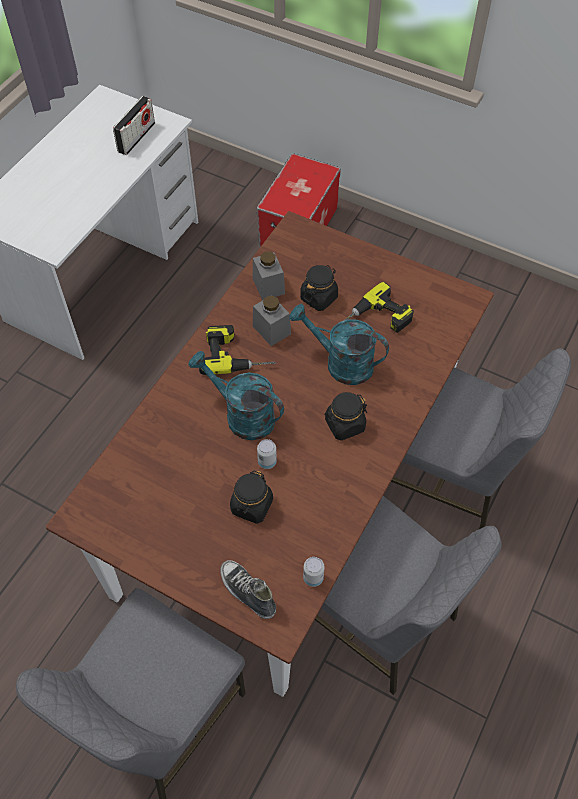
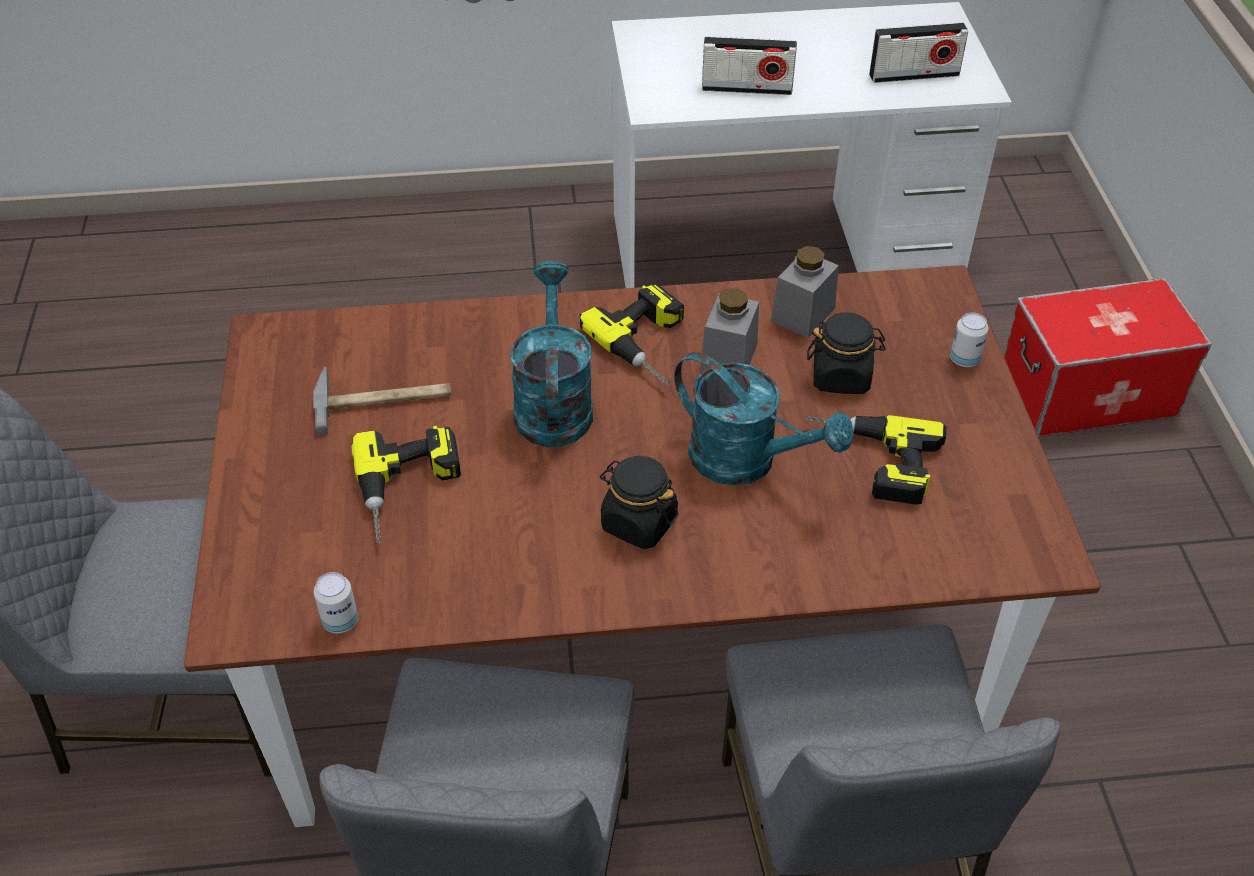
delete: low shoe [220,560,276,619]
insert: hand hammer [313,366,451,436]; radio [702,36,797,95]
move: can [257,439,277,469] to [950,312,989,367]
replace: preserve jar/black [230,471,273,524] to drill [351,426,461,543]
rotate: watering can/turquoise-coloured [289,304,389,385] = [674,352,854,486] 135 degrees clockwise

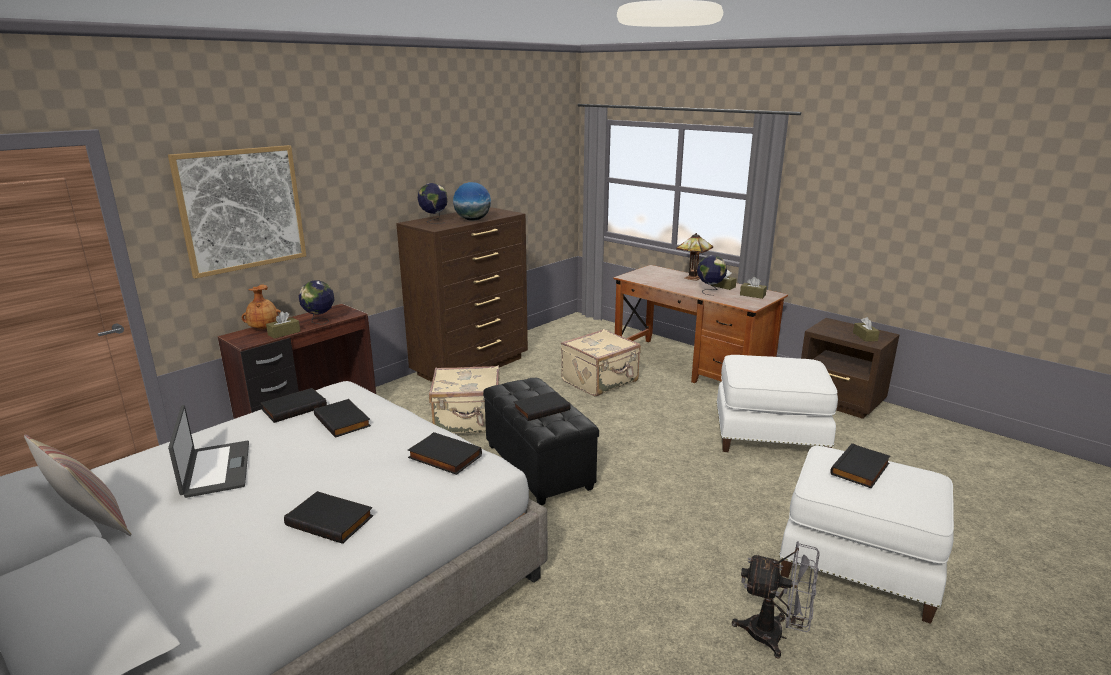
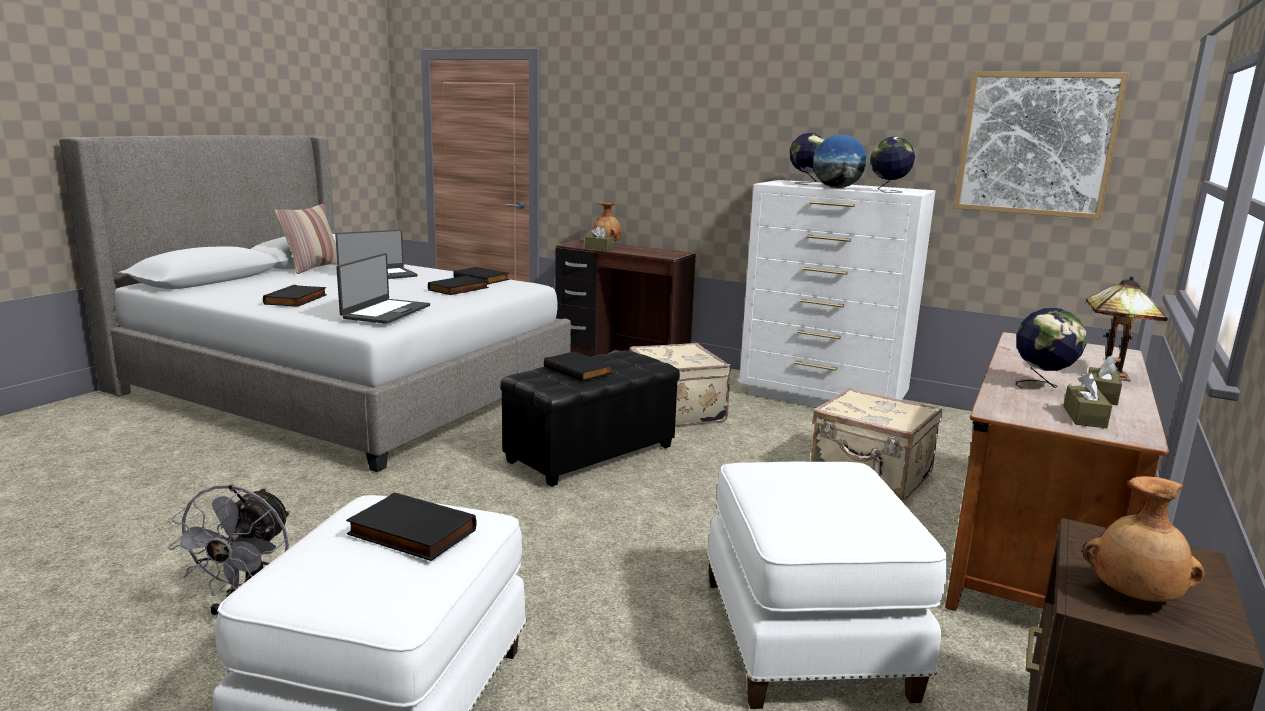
move: picture [168,145,306,279] to [954,71,1129,220]; globe [298,280,334,325] to [870,137,915,193]
replace: bound book/black [408,432,482,475] to laptop [336,253,430,324]; tissue box/brown [853,317,880,342] to vase/brown [1083,476,1204,602]
recolor: chest of drawers/brown [396,207,528,382] to chest of drawers/white [739,180,935,407]

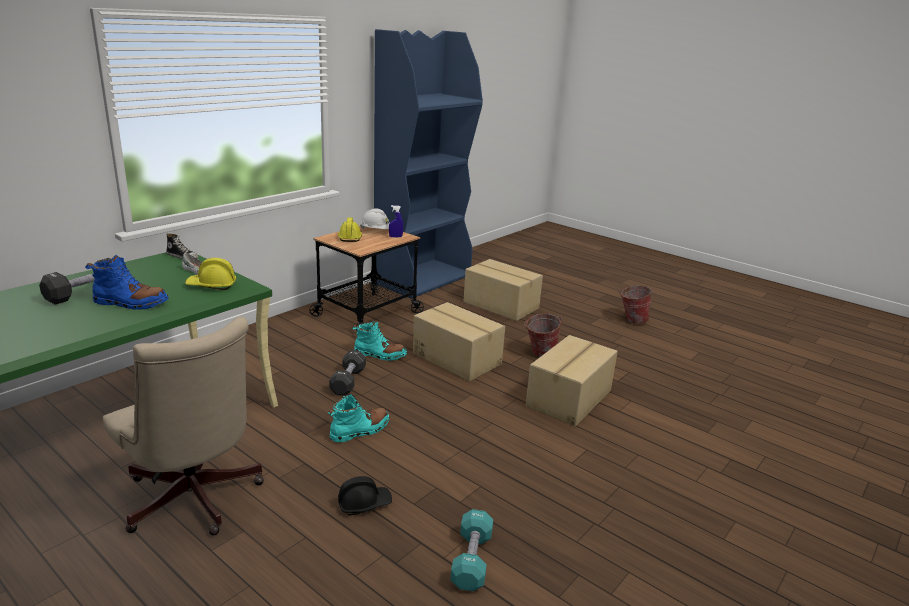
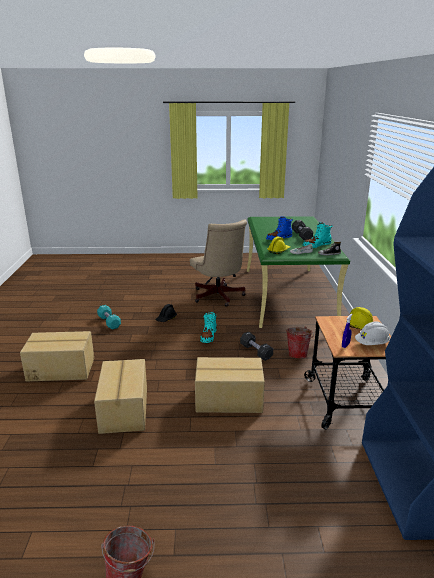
move: boot/turquoise-coloured [353,320,407,361] to [303,222,333,248]; cardboard box [464,259,543,321] to [20,331,94,381]; water bucket [524,313,562,358] to [286,326,314,359]
rotate: office chair/beige-coloured [103,317,264,535] = [190,219,247,307] 120 degrees counterclockwise

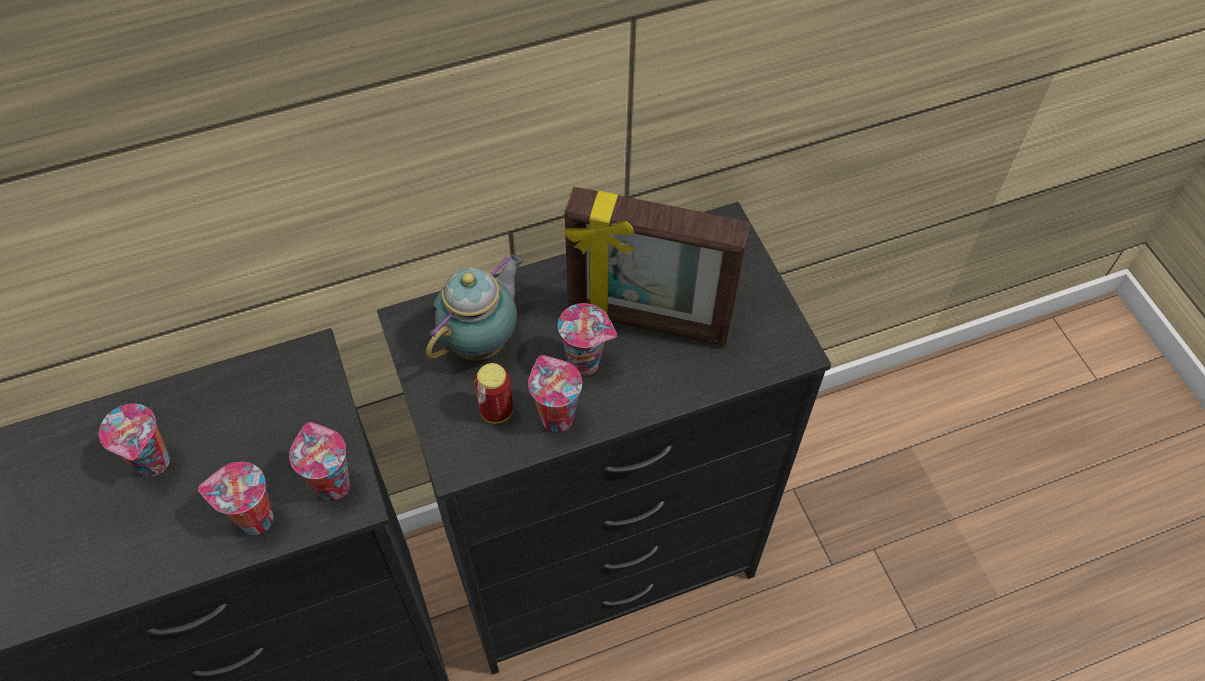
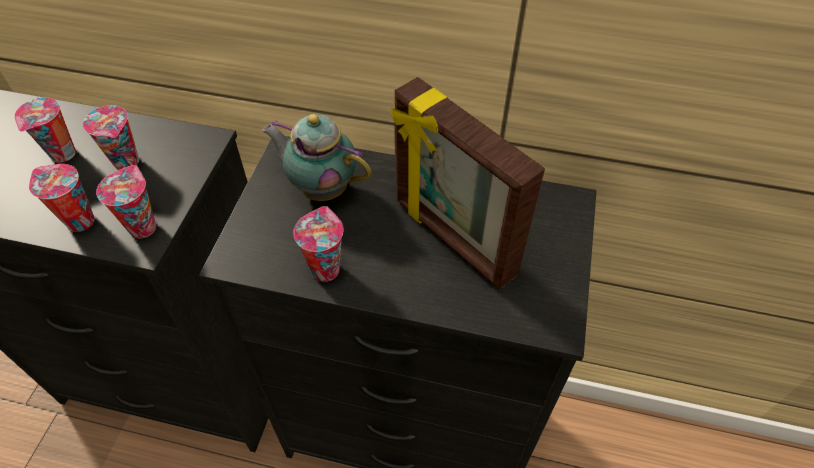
delete: can [474,363,513,424]
move: drinking cup [558,303,617,376] to [83,105,139,170]
rotate: pot for tea [426,254,523,361] = [262,114,372,201] 135 degrees counterclockwise

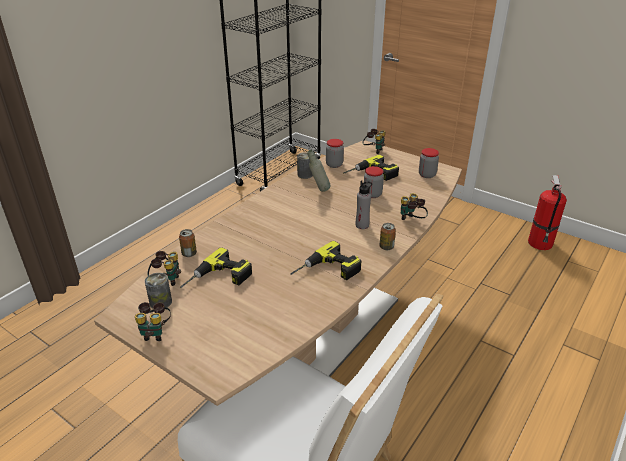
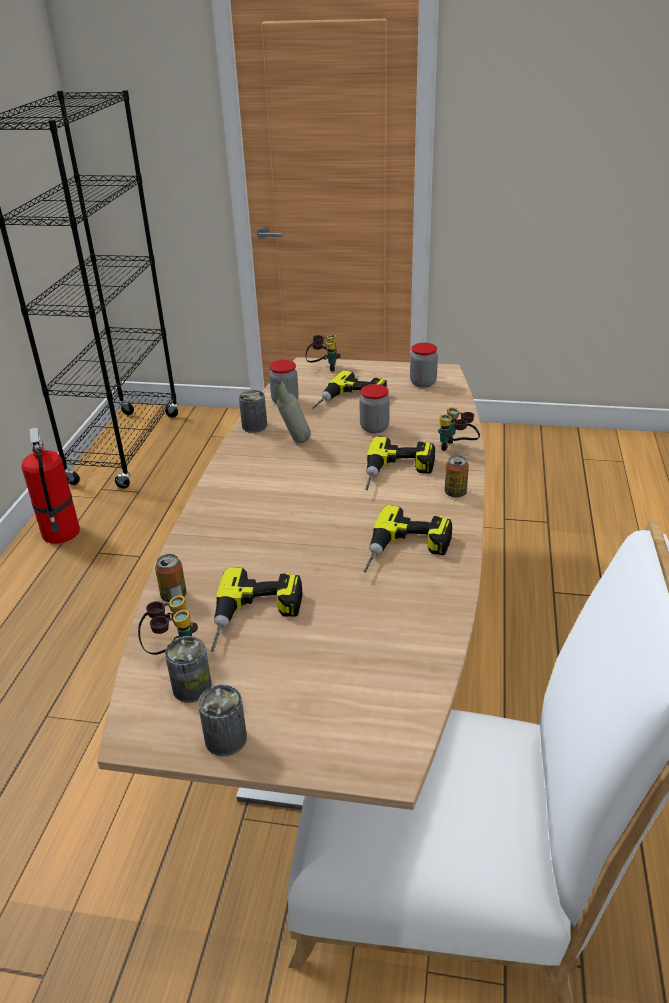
move: extinguisher [528,175,567,250] to [21,427,80,544]
replace: pair of binoculars [135,302,171,341] to can [198,685,247,756]; beverage bottle/greyish [356,180,372,229] to drill [366,436,435,490]

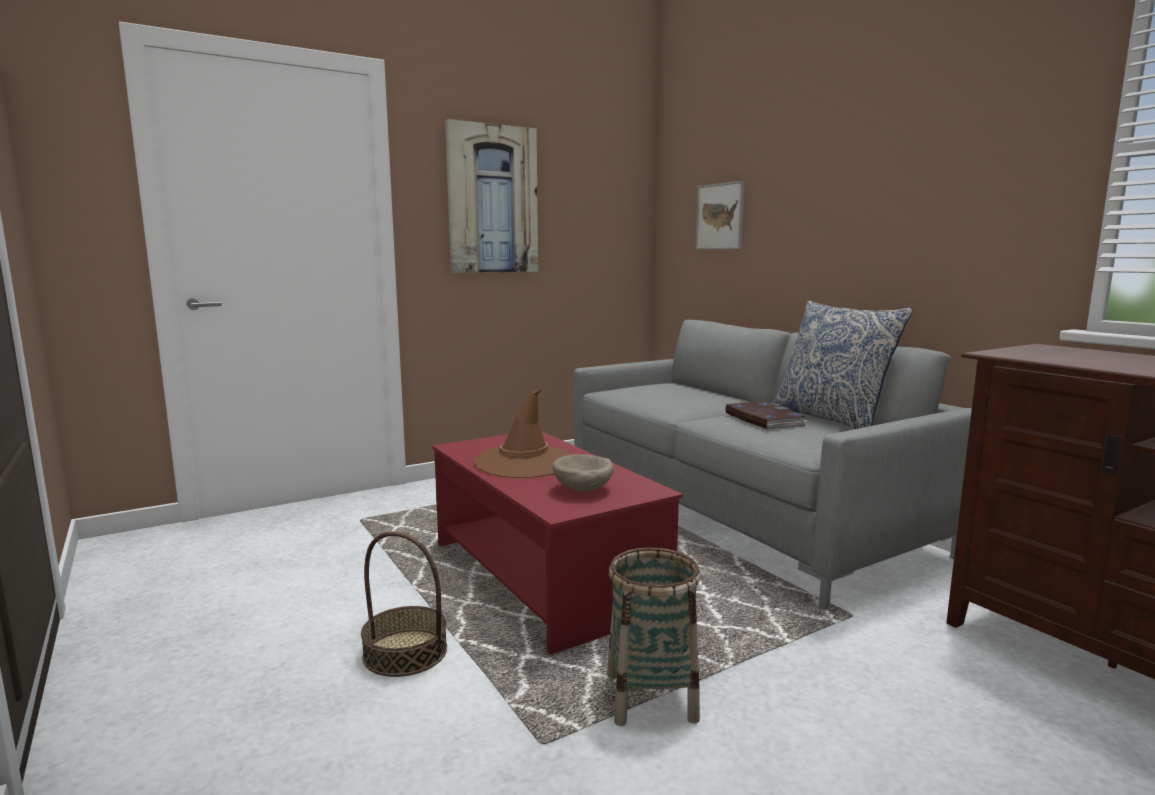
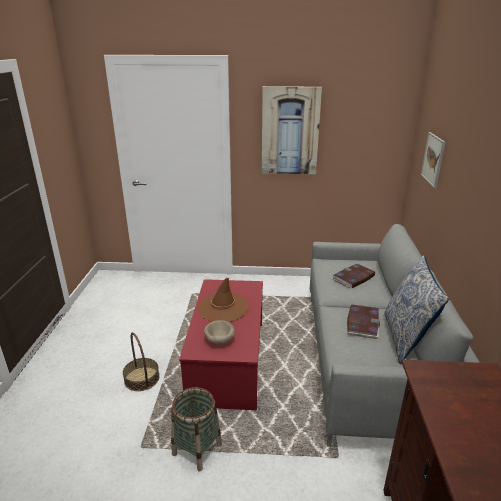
insert: bound book [333,264,375,288]

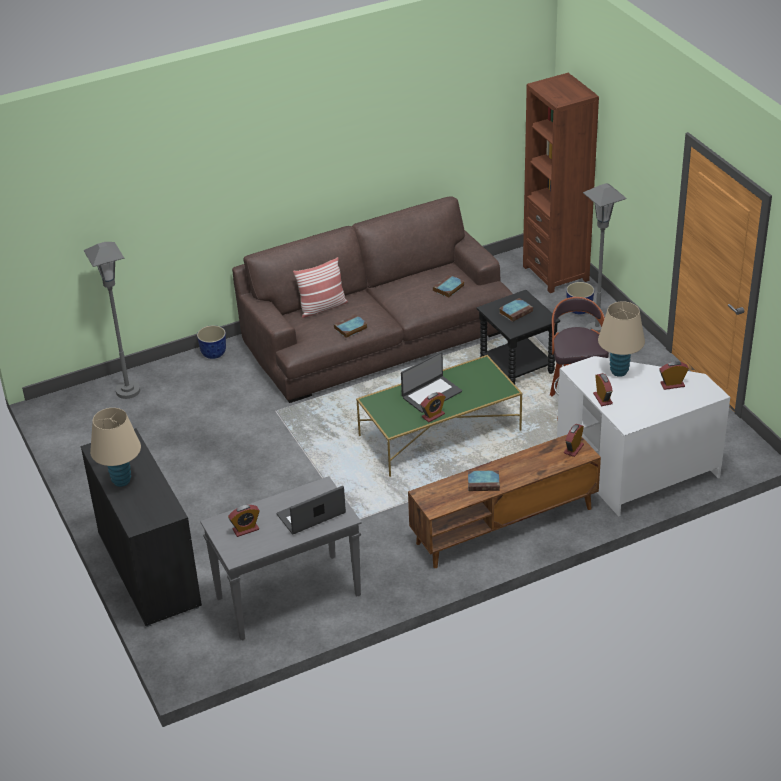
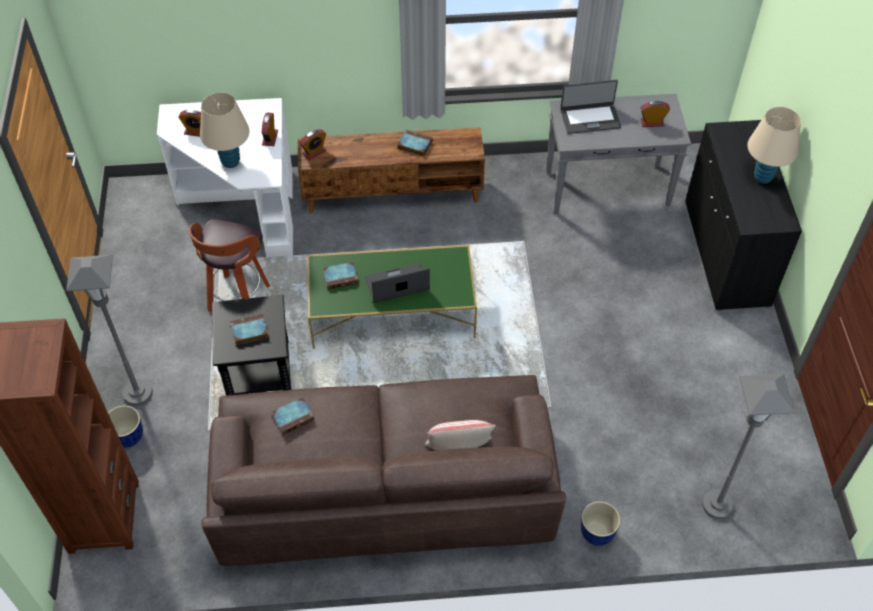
delete: bedside clock [421,392,445,422]
move: bound book [334,314,367,338] to [323,262,359,290]

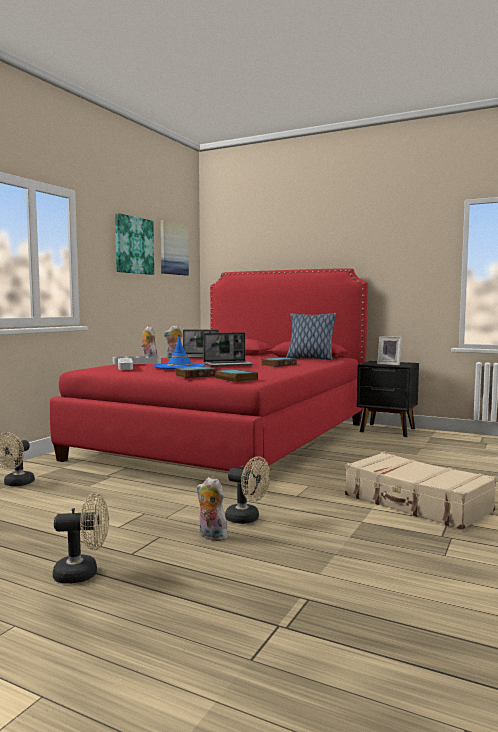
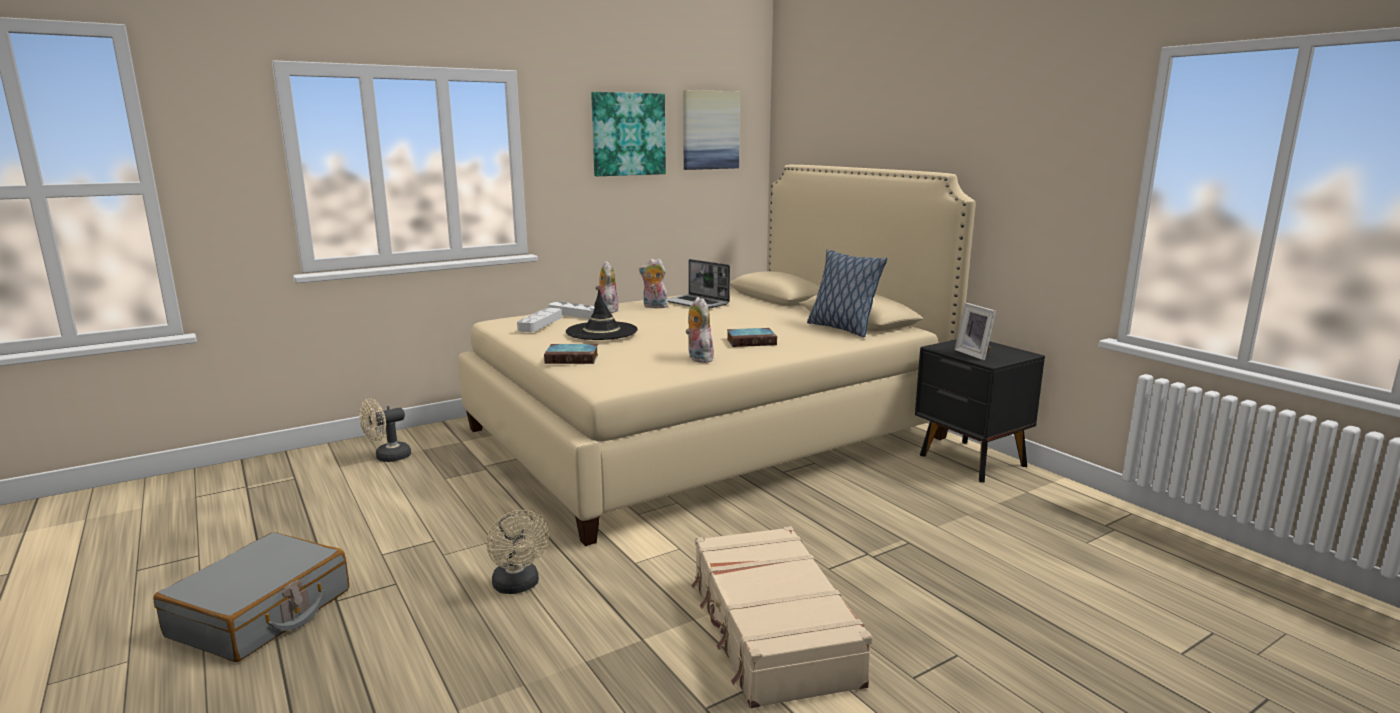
delete: laptop [203,332,254,367]; bound book [215,369,258,382]
move: plush toy [196,477,229,541] to [685,297,714,363]
replace: fan/beige-coloured [53,492,109,584] to suitcase/greyish [153,532,349,662]
recolor: sleeping bed/reddish [50,268,368,495] to sleeping bed/beige-coloured [458,165,976,546]; clothing hat/blue [154,337,205,369] to clothing hat/black [566,290,638,340]

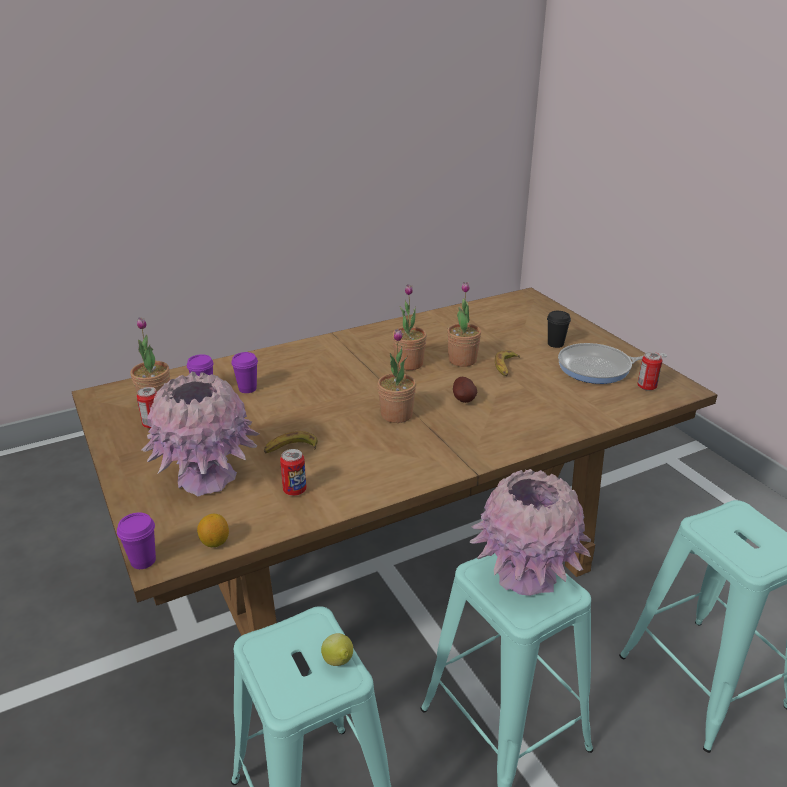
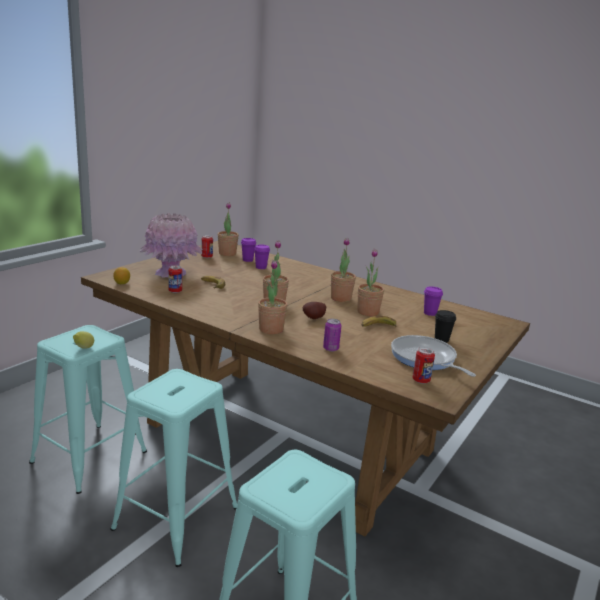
delete: vase/pink [469,469,591,596]
insert: potted plant [258,260,288,334]; can [323,319,341,352]
move: drinking cup/purple-coloured [117,512,156,569] to [424,286,443,316]

